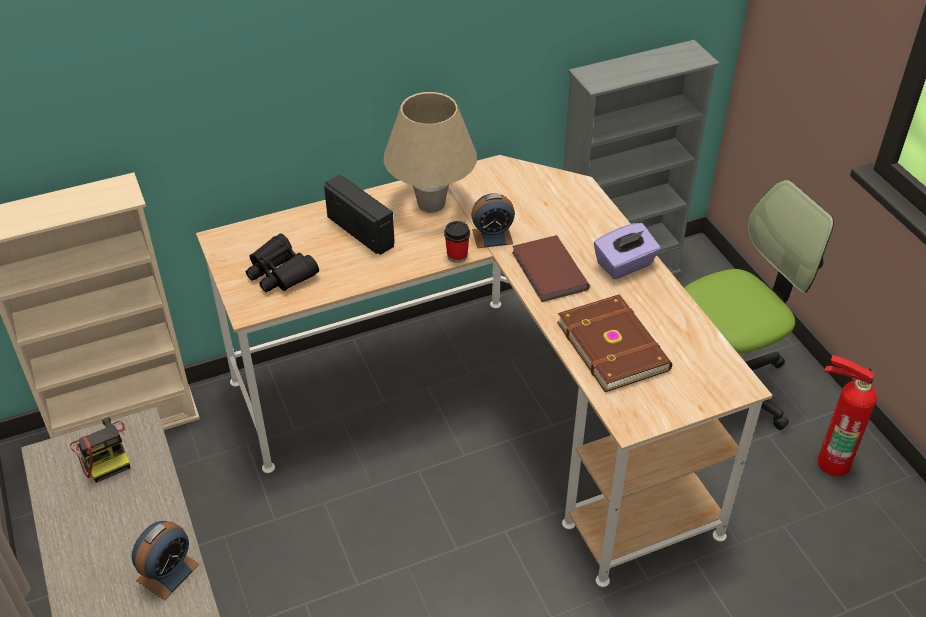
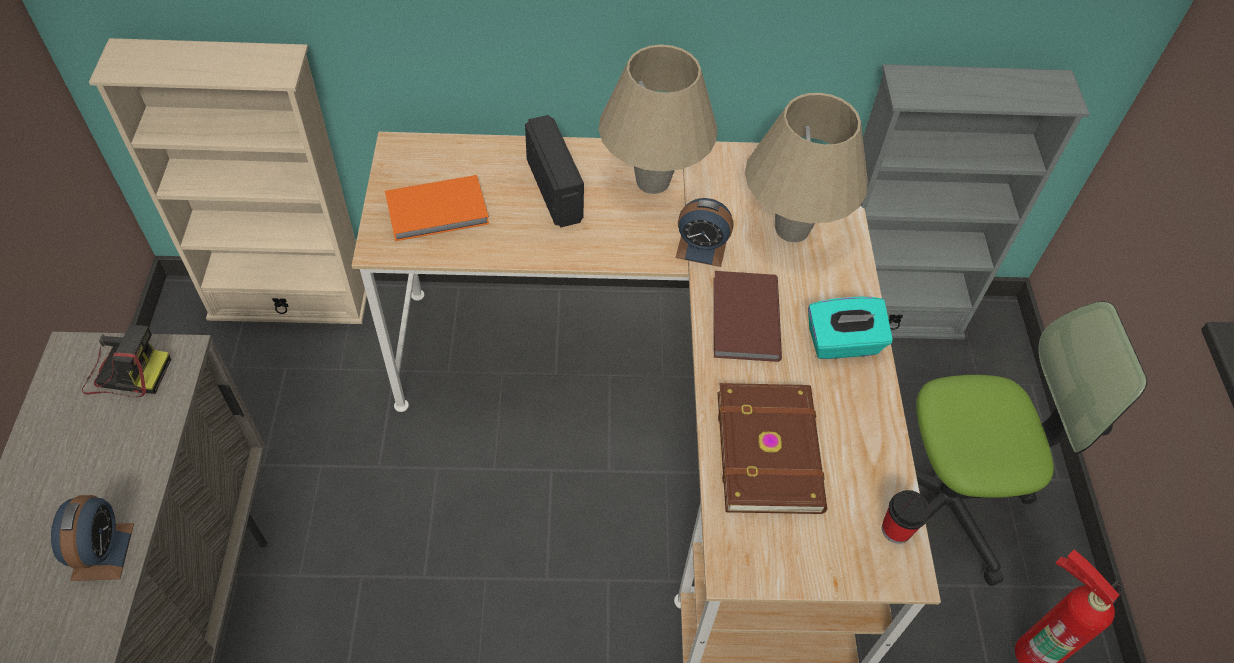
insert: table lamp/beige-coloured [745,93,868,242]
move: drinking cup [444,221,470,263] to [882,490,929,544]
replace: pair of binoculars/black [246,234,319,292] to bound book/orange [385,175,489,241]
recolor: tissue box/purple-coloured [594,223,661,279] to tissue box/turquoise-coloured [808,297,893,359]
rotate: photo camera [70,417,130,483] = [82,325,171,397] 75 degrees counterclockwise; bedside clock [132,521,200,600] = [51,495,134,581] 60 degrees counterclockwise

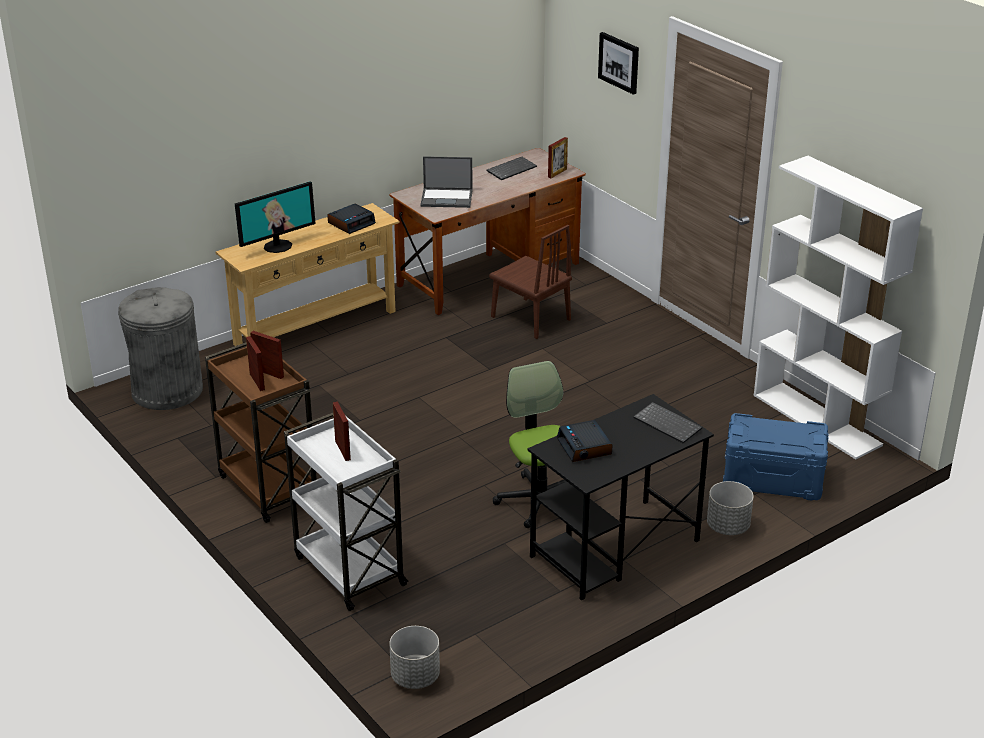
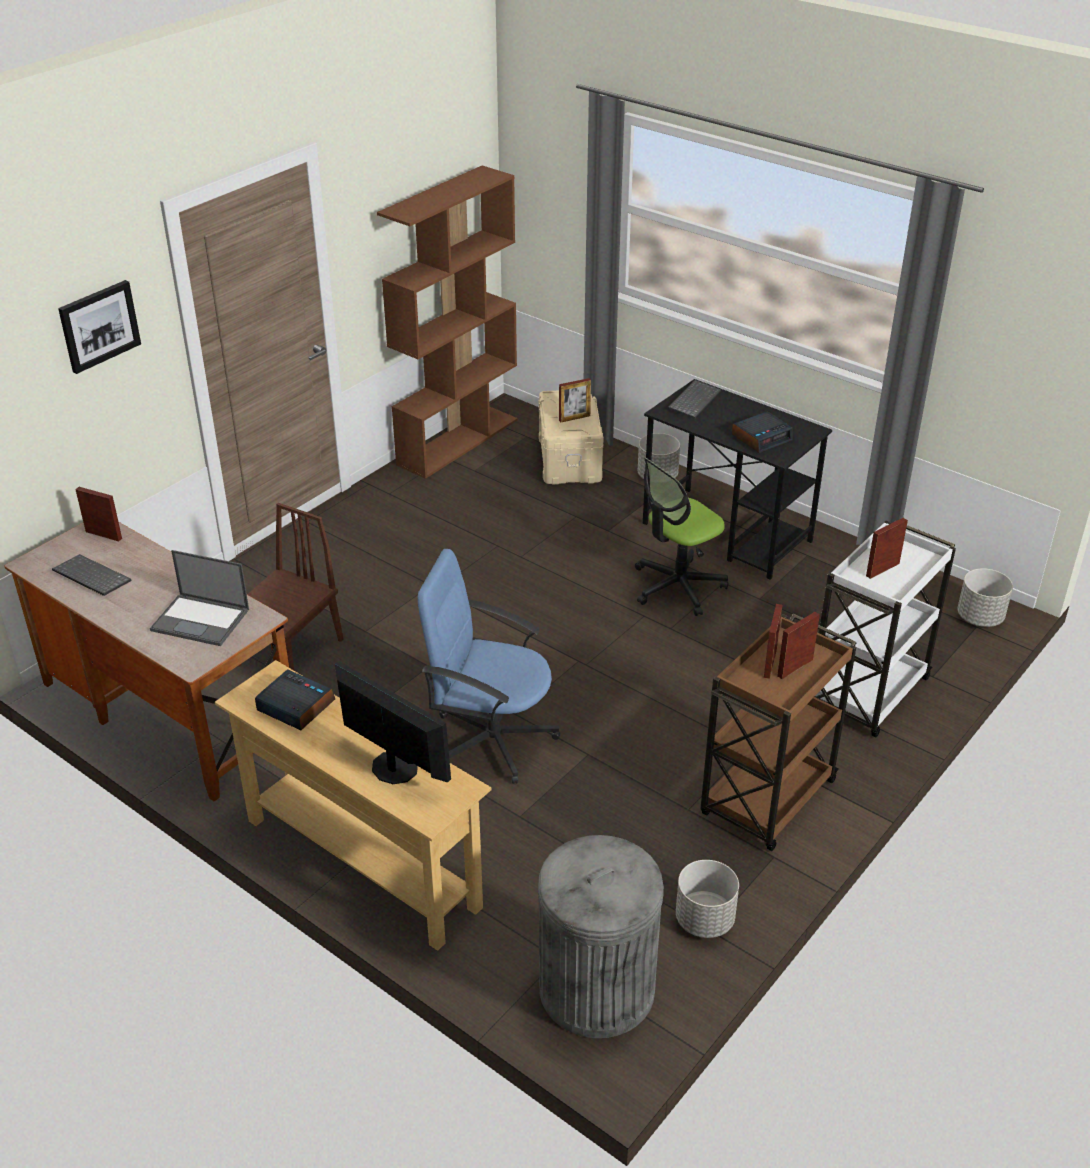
insert: office chair/blue [418,549,560,784]; photo frame [559,378,591,422]; plant pot/greyish [676,860,739,938]
recolor: storage box/blue [723,413,828,501] to storage box/beige-coloured [539,391,604,485]; shelving unit/white [753,156,923,459] to shelving unit/brown [377,166,518,479]
rotate: laptop [421,156,473,208] = [150,550,249,646] 120 degrees clockwise

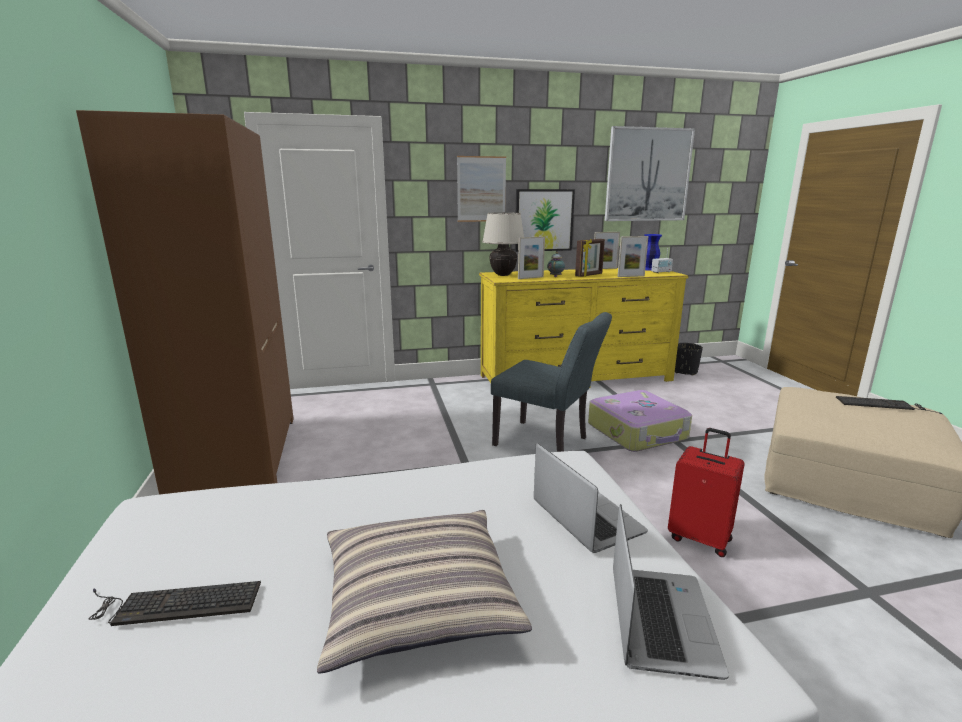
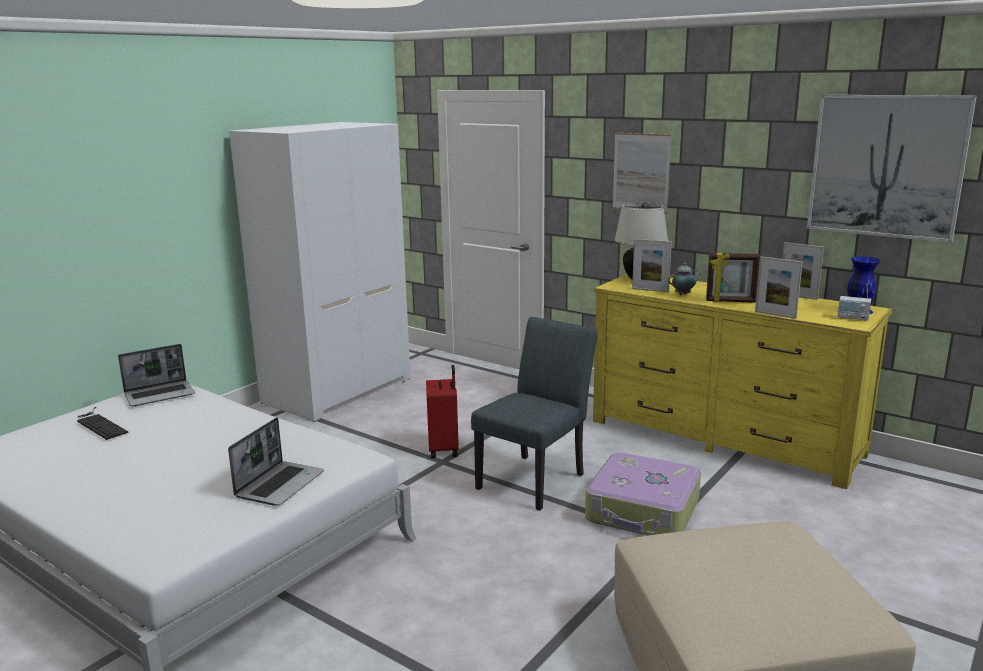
delete: pillow [317,510,532,674]; picture [515,189,575,252]; plant pot/black [675,343,703,376]; keyboard [836,396,943,414]
move: laptop [613,504,729,680] to [118,344,195,406]; suitcase/reddish [668,428,745,557] to [426,365,459,459]
recolor: wardrobe/brown [76,110,294,495] to wardrobe/white [229,122,411,422]
rotate: upright chair/greyish [491,312,612,452] = [471,317,597,511] 135 degrees counterclockwise

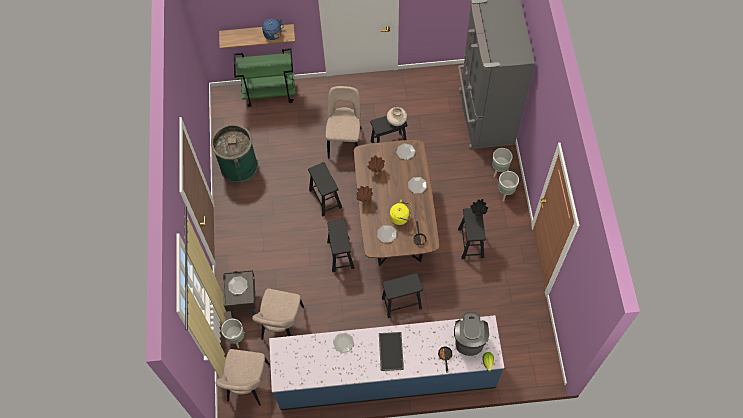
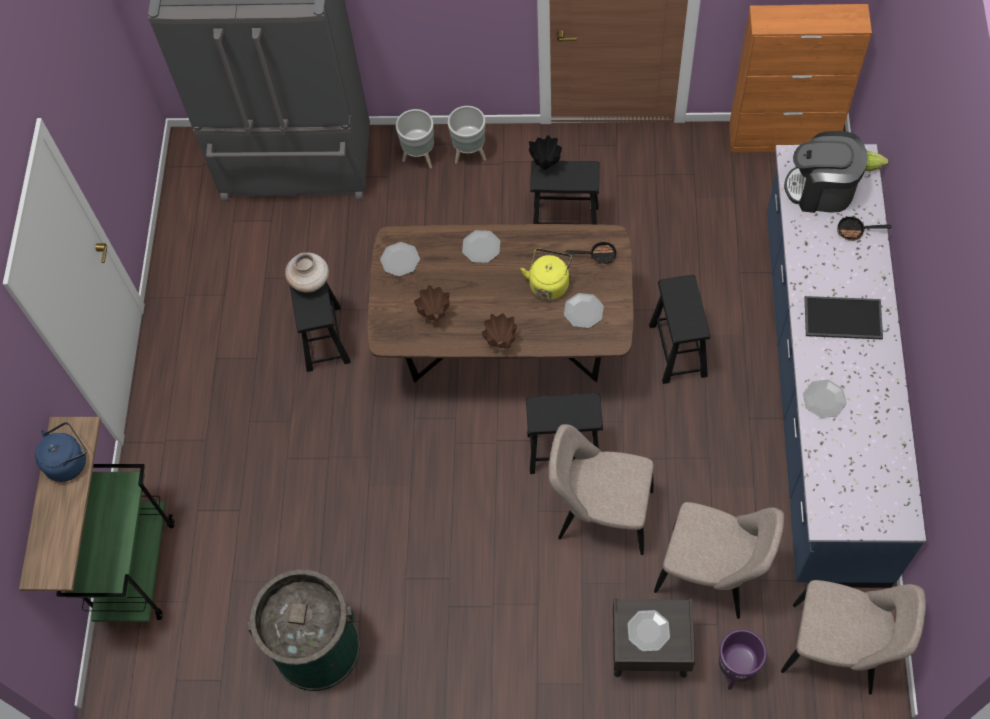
delete: stool seat/black [308,162,342,216]
insert: cabinet/orange [729,4,872,152]
move: upright chair/beige-coloured [325,86,362,159] to [549,424,654,555]
recolor: plant pot/greyish [221,319,245,349] to plant pot/purple-coloured [719,629,767,690]

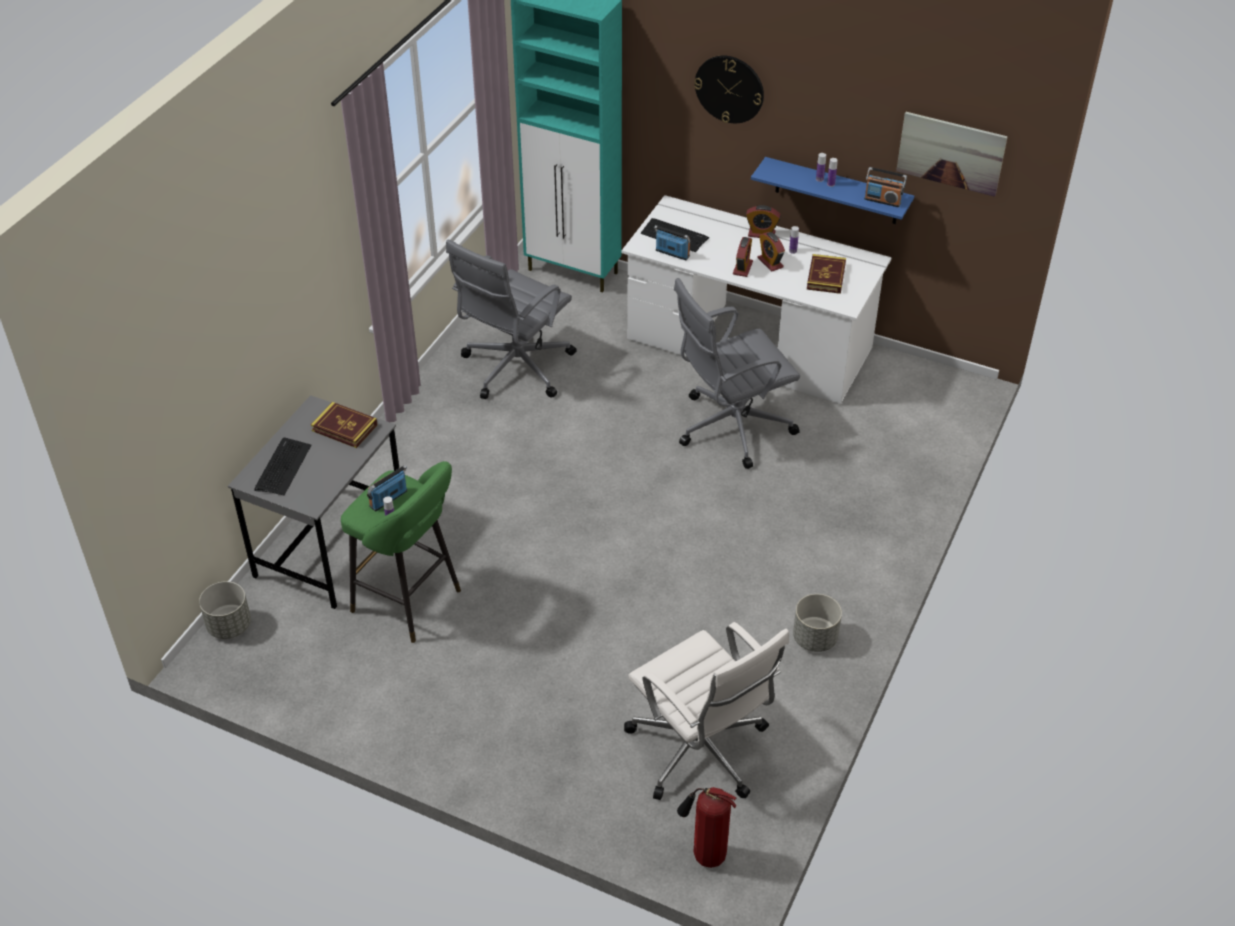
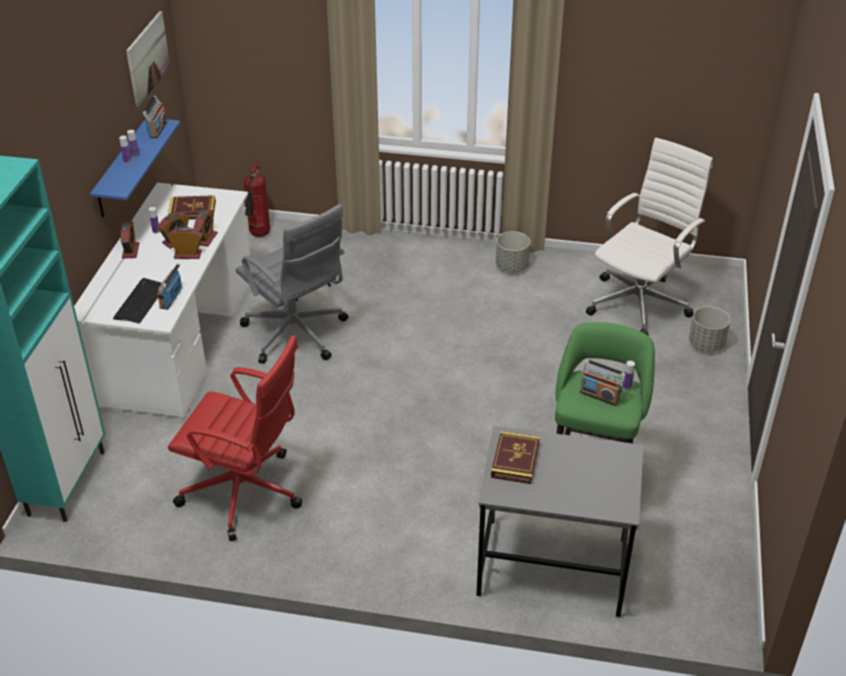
delete: keyboard [254,438,311,495]; clock on the wall [694,55,764,123]
insert: bedside clock [194,209,218,247]
move: plant pot/greyish [199,581,251,639] to [689,306,731,352]; extinguisher [677,787,737,868] to [244,160,270,237]
recolor: office chair/greyish [446,239,577,399] to office chair/reddish [168,335,302,541]

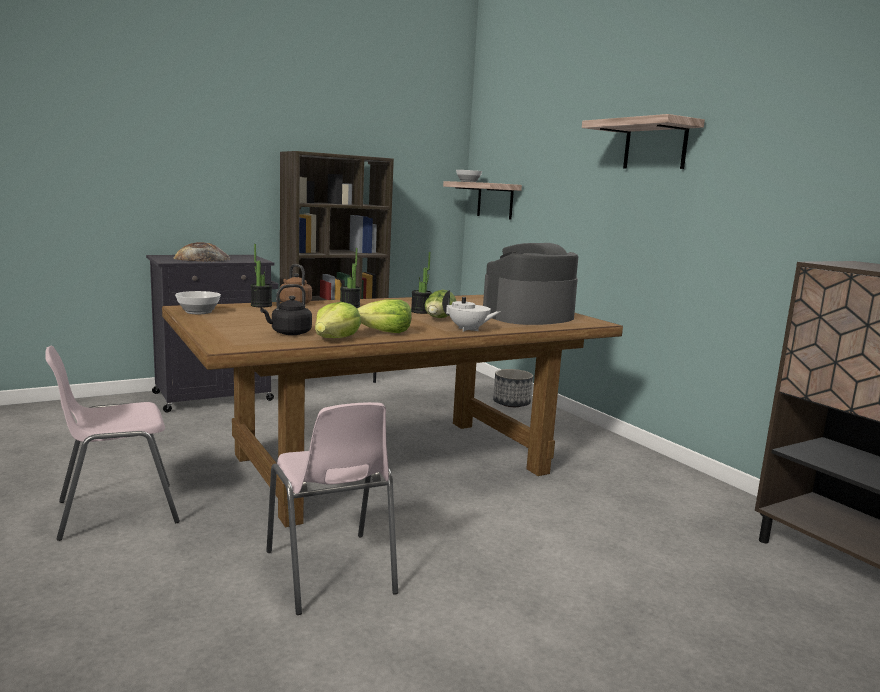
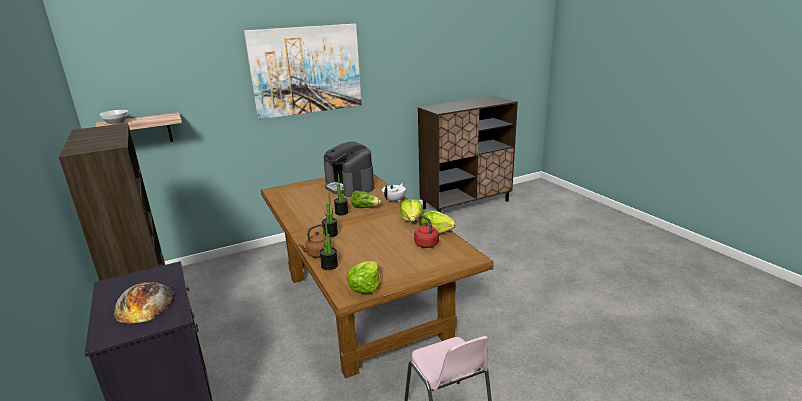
delete: upright chair/pink [266,402,398,615]; plant pot [493,369,533,407]
replace: serving bowl [175,291,221,314] to lettuce head [347,261,380,293]; wall shelf [582,114,705,169] to picture [244,24,362,120]
recolor: tea kettle/black [260,284,312,335] to tea kettle/reddish [414,216,439,248]

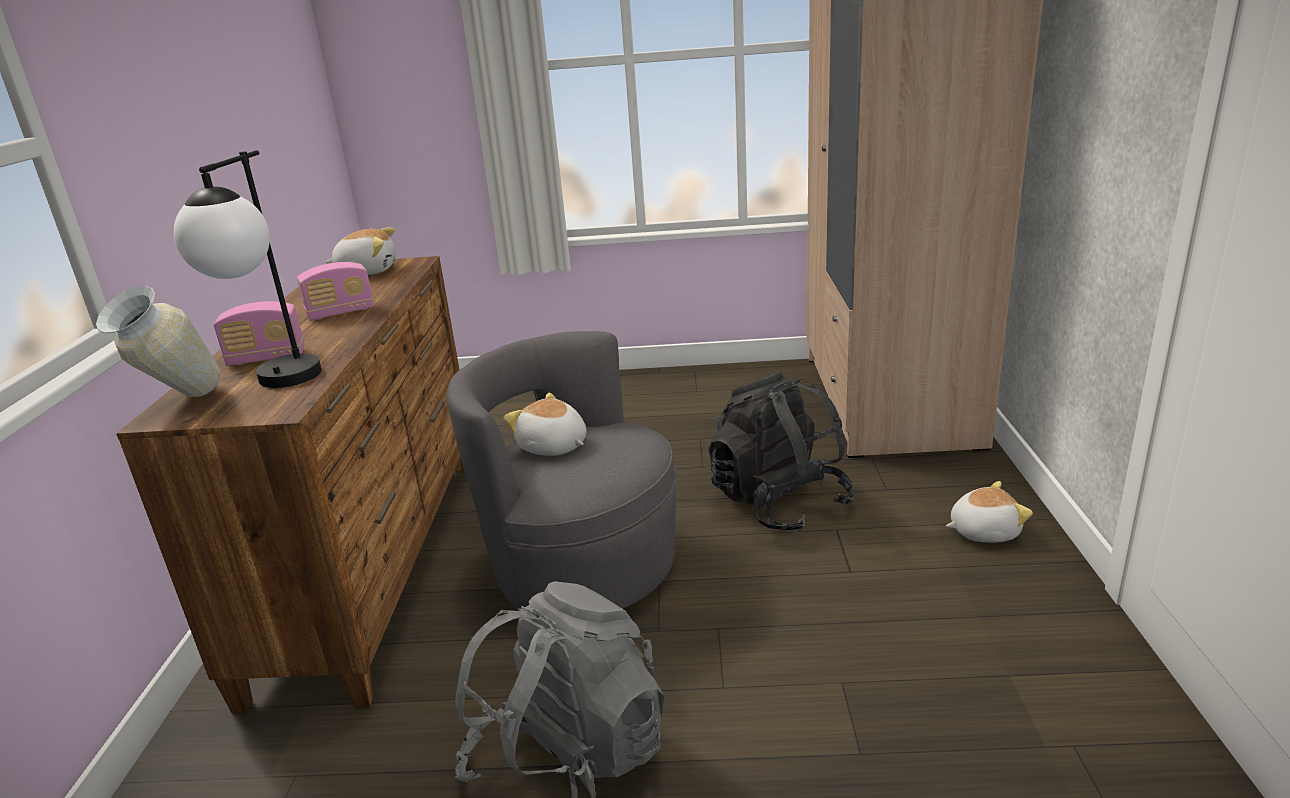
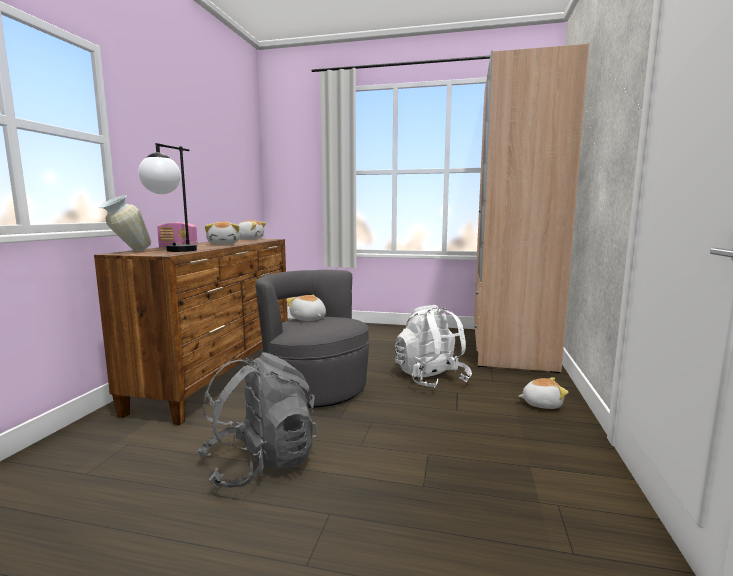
replace: radio [297,262,374,320] to plush toy [205,221,240,244]
recolor: knapsack/black [709,372,855,532] to knapsack/white [395,305,472,388]

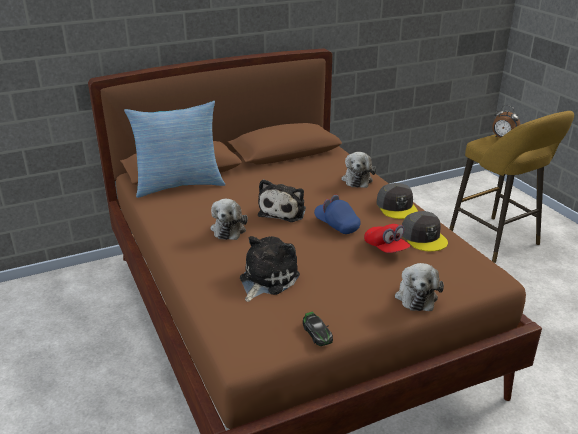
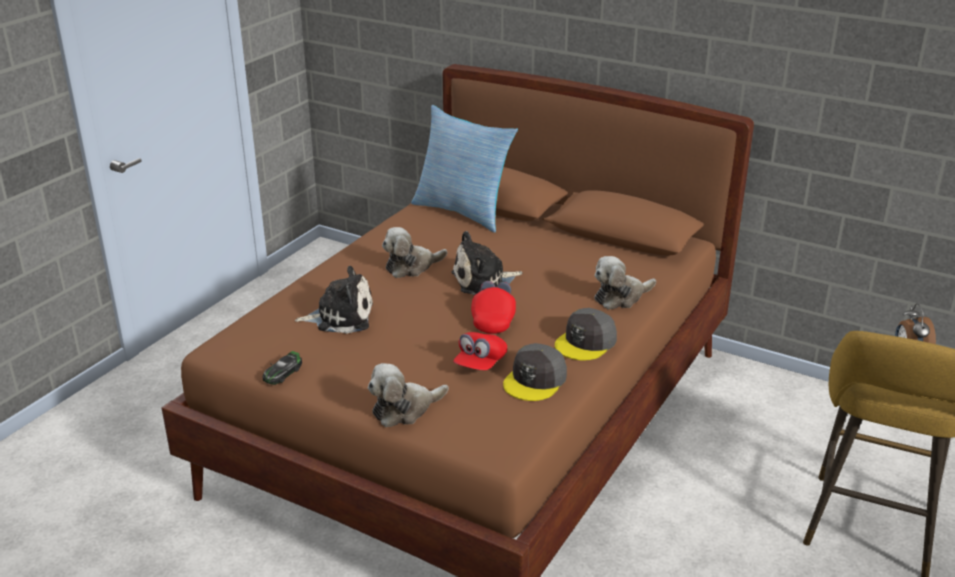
recolor: cap/blue [314,195,360,234] to cap/reddish [471,281,516,334]

